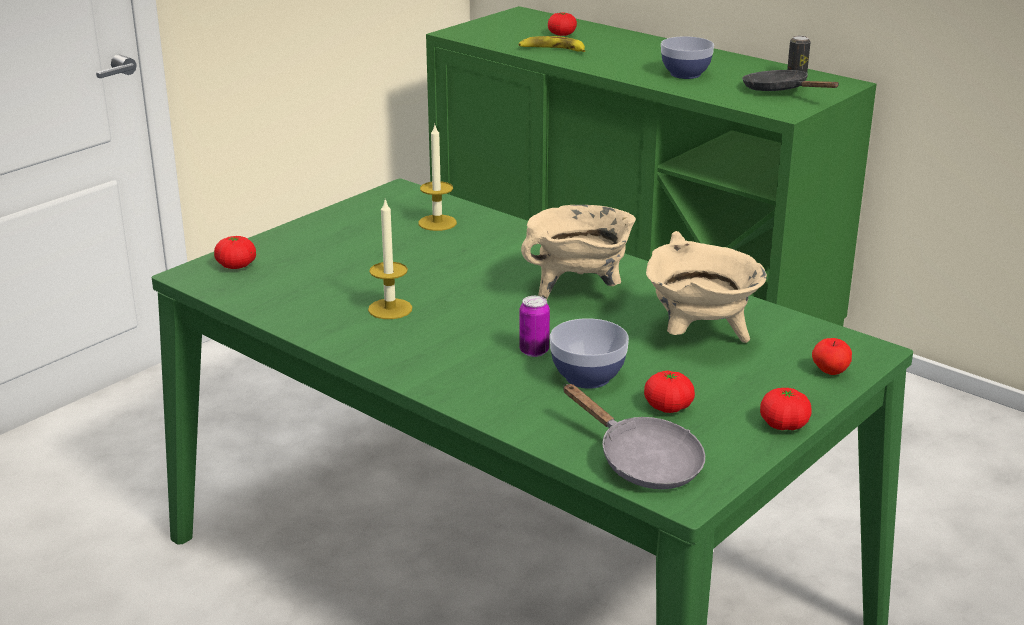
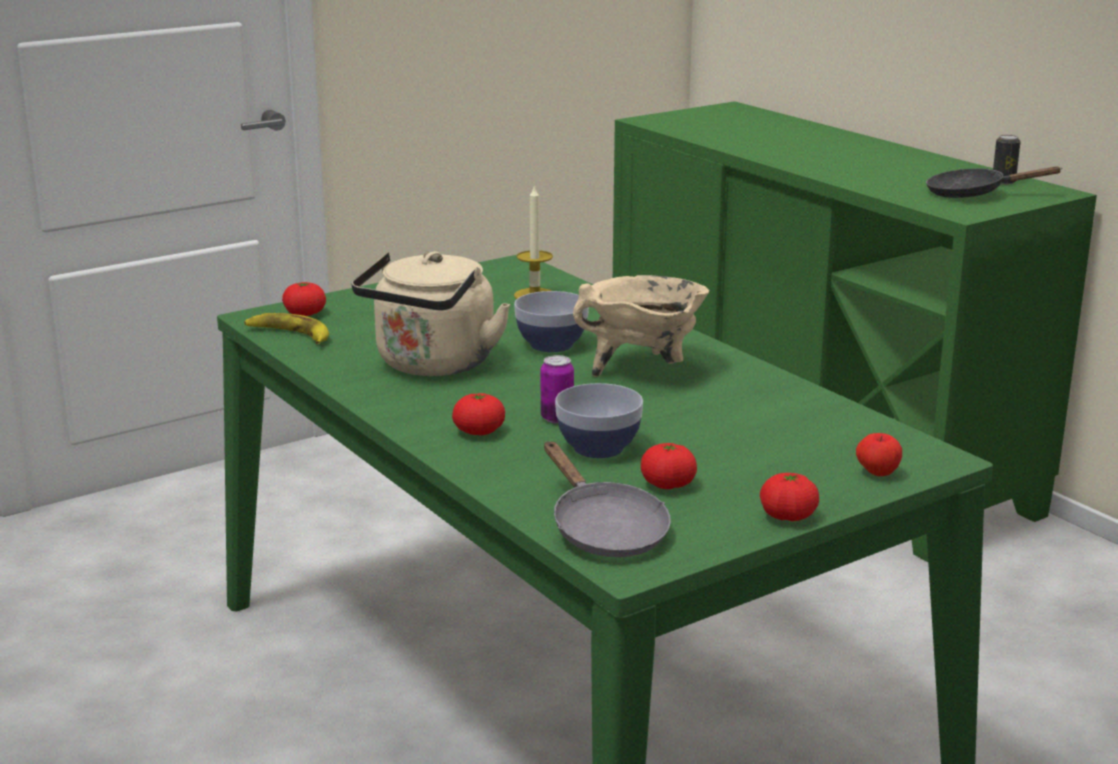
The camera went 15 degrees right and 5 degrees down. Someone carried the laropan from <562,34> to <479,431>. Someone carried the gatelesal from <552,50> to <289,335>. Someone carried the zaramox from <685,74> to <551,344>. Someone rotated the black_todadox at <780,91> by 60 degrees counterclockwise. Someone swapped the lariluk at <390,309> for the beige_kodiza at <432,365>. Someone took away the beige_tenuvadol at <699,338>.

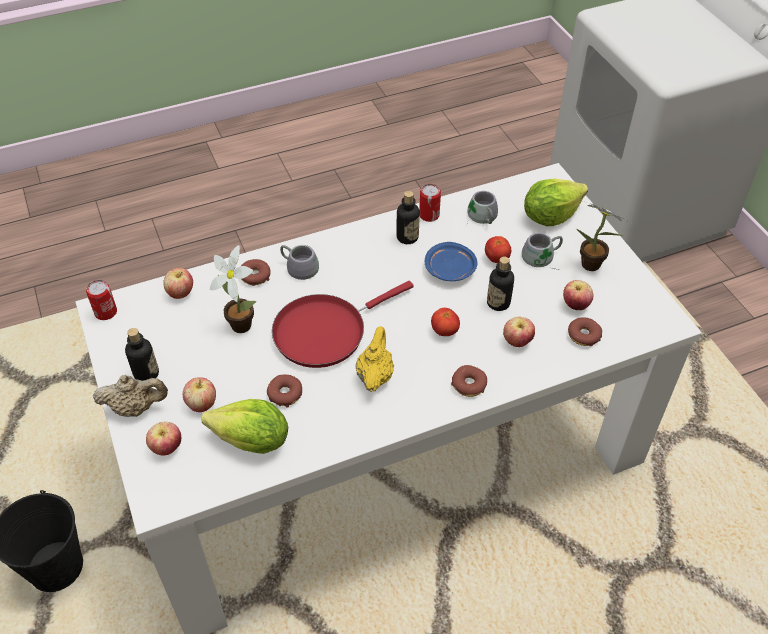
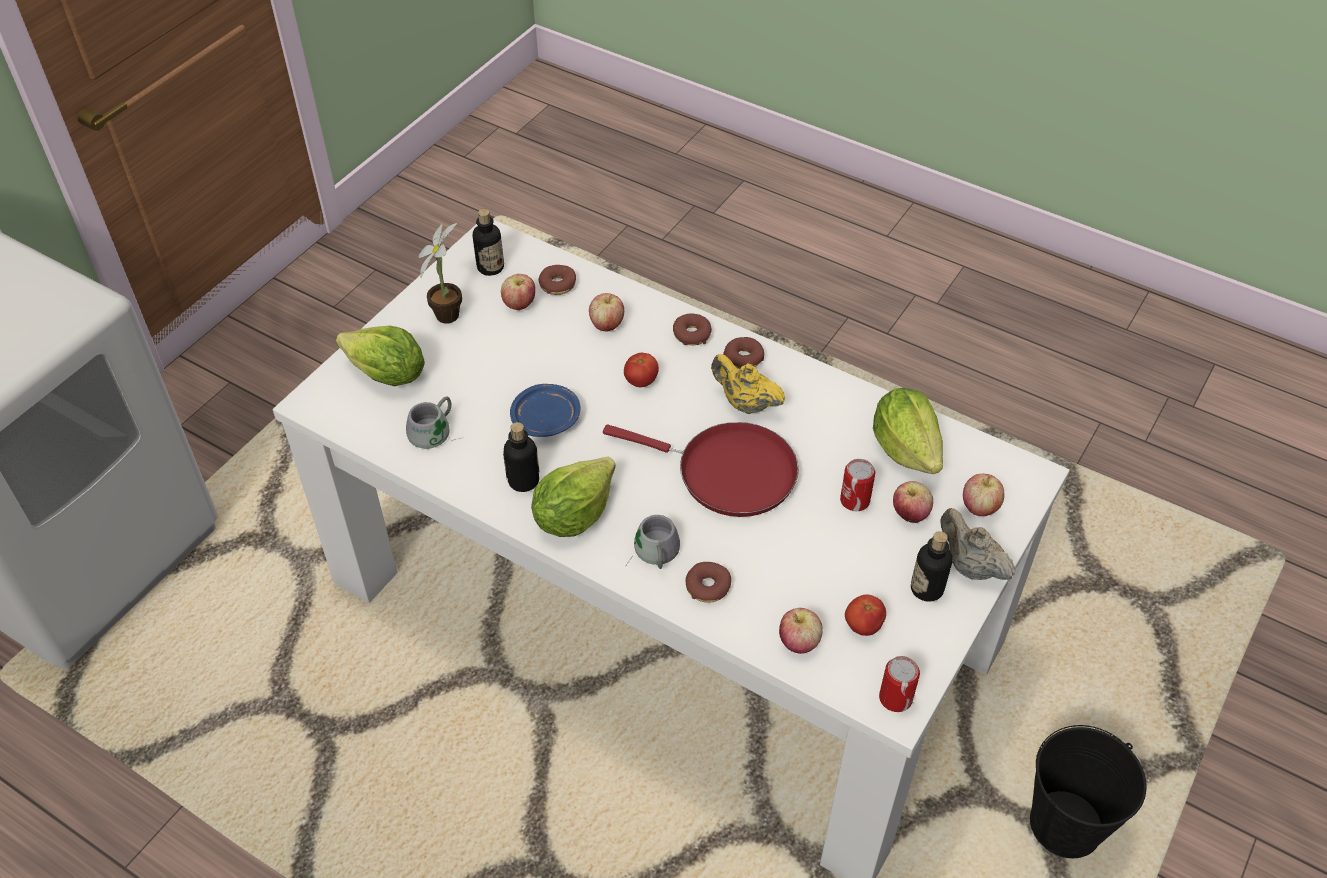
The camera went 125 degrees left and 0 degrees up. Someone carried the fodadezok from <429,215> to <855,500>. Someone took away the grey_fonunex at <542,258>. Someone carried the laropan from <496,258> to <863,626>. Someone took away the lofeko at <240,323>. Someone carried the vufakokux from <498,303> to <490,267>. Someone rotated the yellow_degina at <375,375> by 60 degrees clockwise. Someone carried the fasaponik from <285,394> to <743,358>. Someone put down the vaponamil at <573,515>.

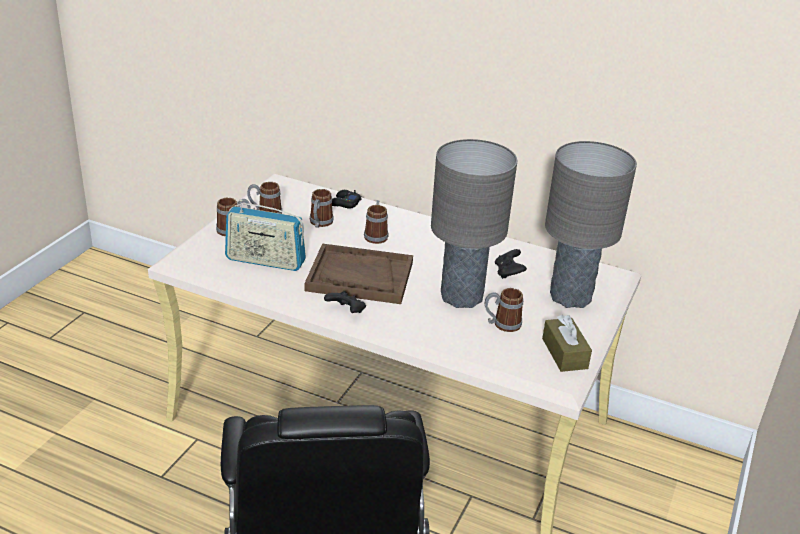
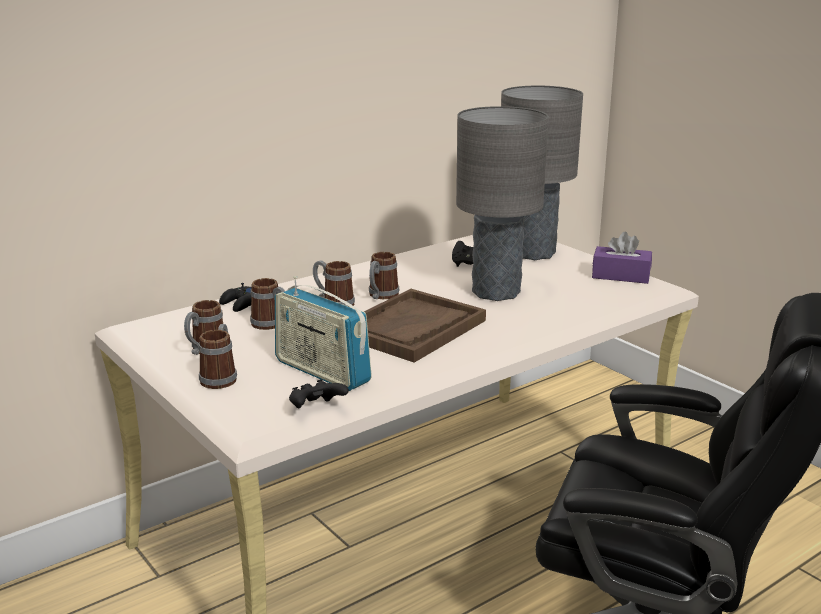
The camera went 60 degrees left and 10 degrees down. Someone rotated the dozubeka at <265,261> by 90 degrees clockwise. Someone carried the fonunex from <501,324> to <381,296>. Someone carried the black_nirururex from <346,312> to <317,409>. Someone repainted the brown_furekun at <564,353>, which became the purple_furekun at <621,276>.

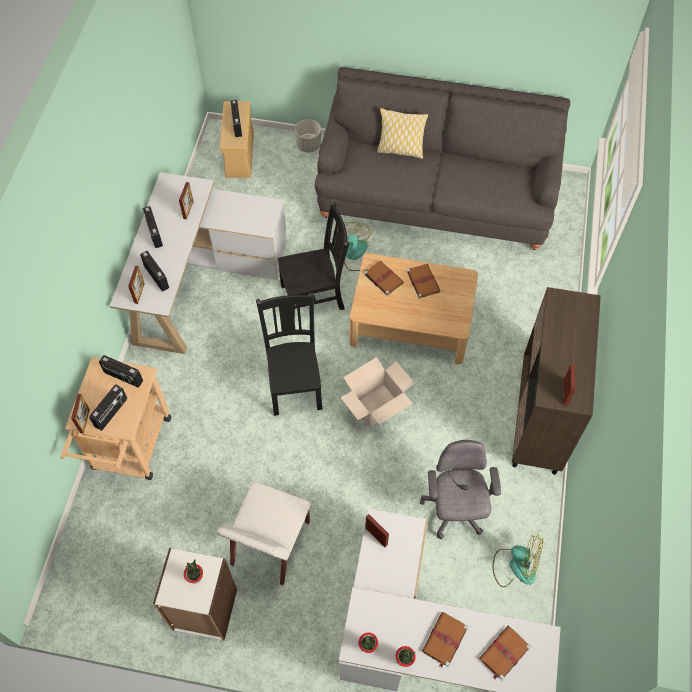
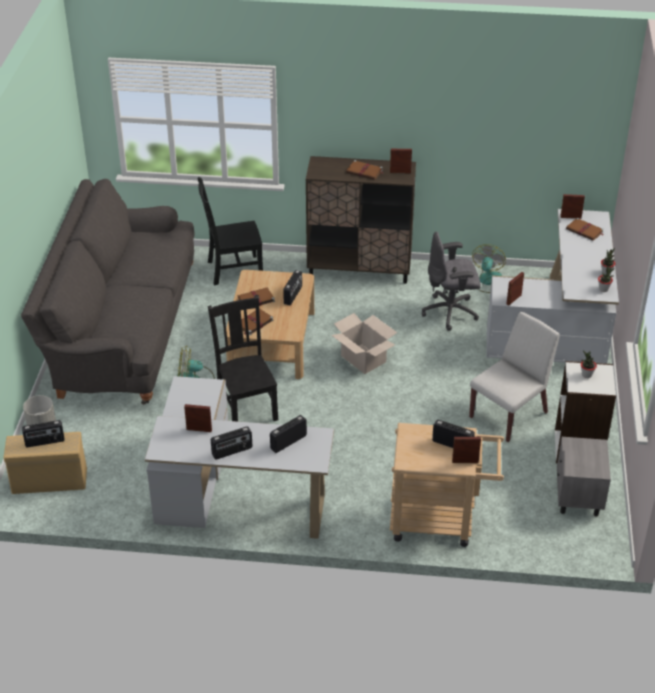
The camera went 95 degrees left and 20 degrees down. Someone took away the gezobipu at <400,150>. Someone carried the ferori from <139,293> to <570,217>. Someone carried the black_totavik from <295,384> to <232,270>. Someone carried the dozubeka from <123,377> to <293,295>. Someone rotated the white_totavik at <270,544> by 60 degrees counterclockwise. Someone carried the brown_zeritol from <444,640> to <365,171>. Someone put down the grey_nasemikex at <578,498>.

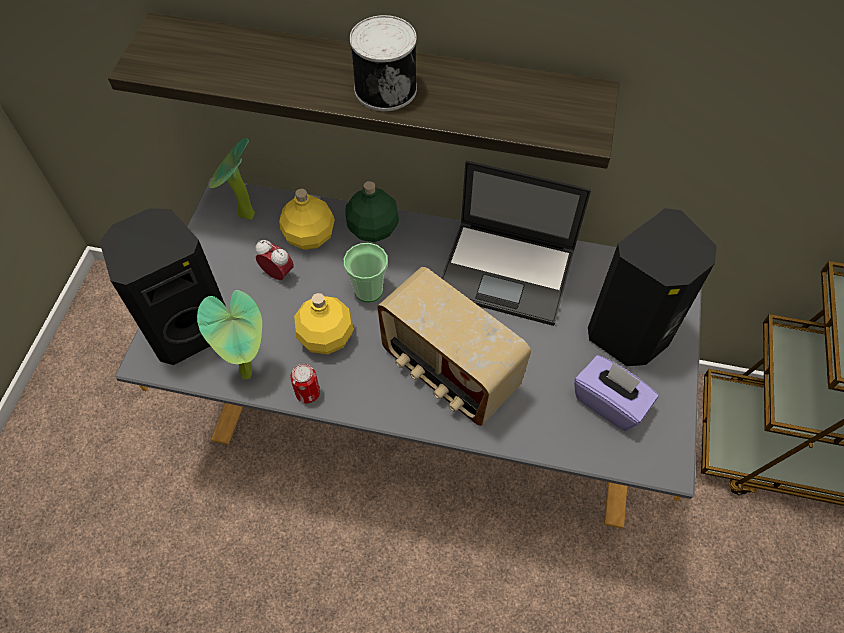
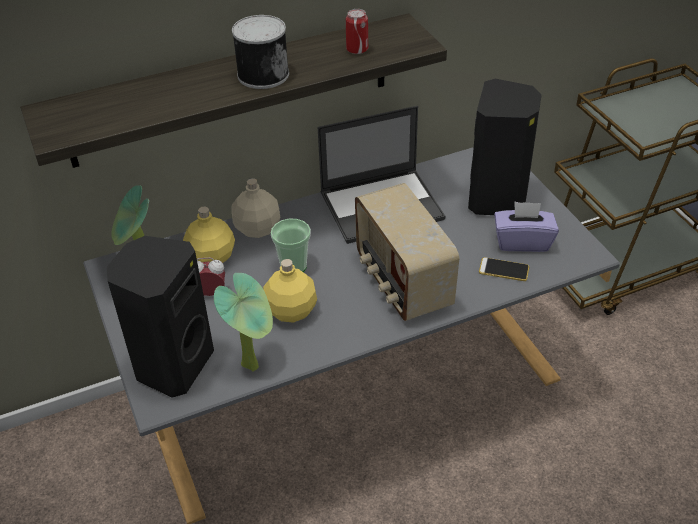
The camera went 35 degrees left and 15 degrees down. Someone repainted the green_vufakokux at <372,229>, which became the beige_vufakokux at <257,229>. Someone rotated the dozubeka at <448,371> by 60 degrees clockwise. Someone carried the fodadezok from <308,393> to <357,50>. Someone put down the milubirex at <504,270>.

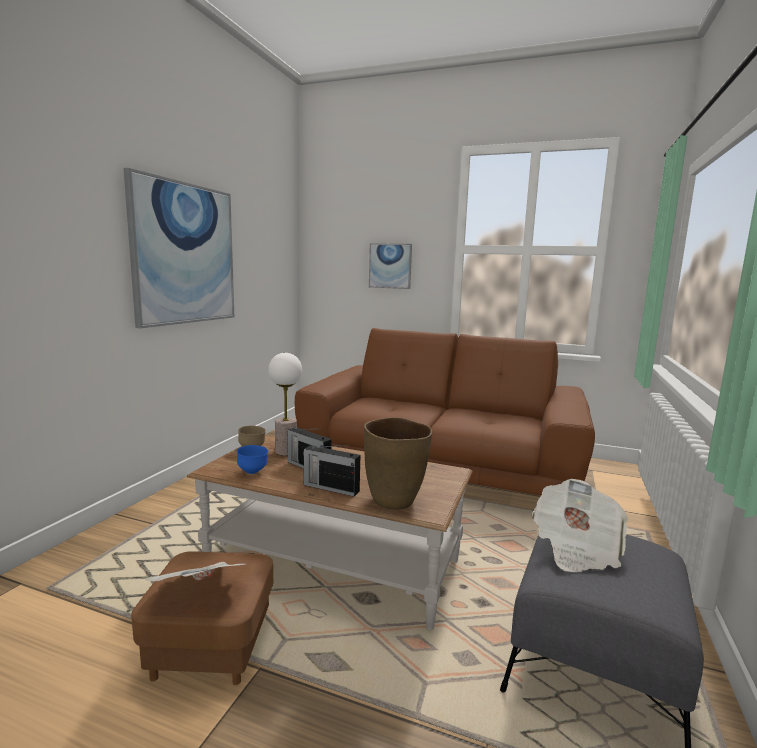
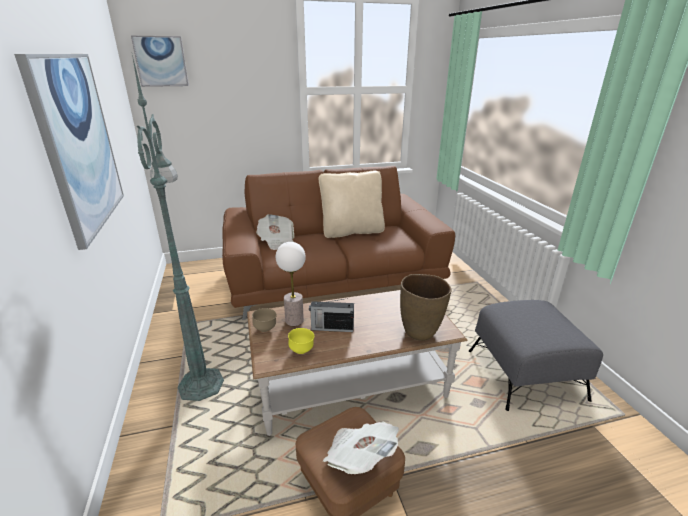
The camera went 35 degrees left and 15 degrees up. Someone carried the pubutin from <390,266> to <161,61>. Someone repainted the blue_zaramox at <253,472>, which became the yellow_zaramox at <302,351>. Someone took away the dozubeka at <330,487>. Someone carried the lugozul from <576,548> to <276,241>. Someone put down the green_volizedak at <201,383>. Someone put down the beige_gezobipu at <352,231>.

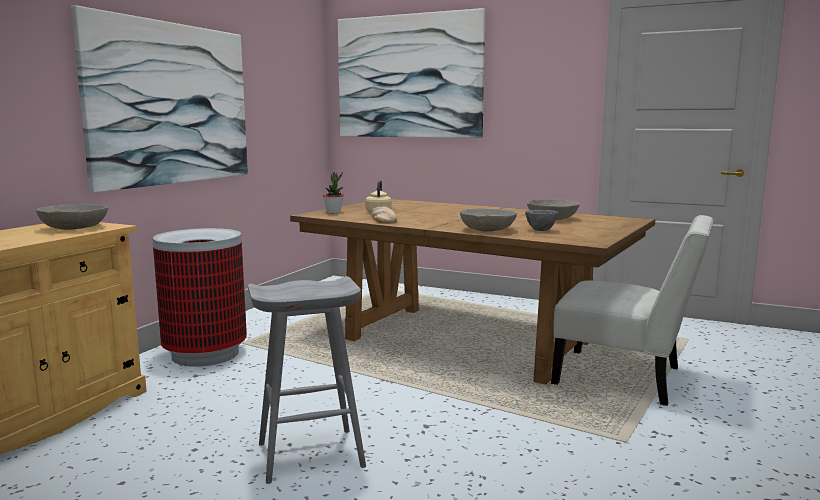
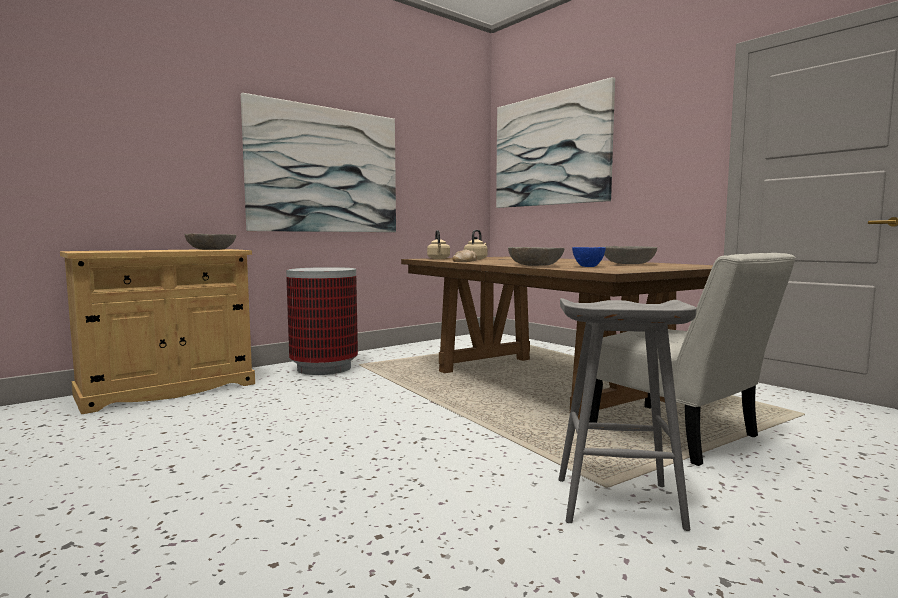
The camera went 25 degrees right and 5 degrees down. Someone swapped the lofeko at <333,213> for the beige_kodiza at <438,258>. Someone repainted the grey_zaramox at <540,230>, which became the blue_zaramox at <587,266>. Someone carried the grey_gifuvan from <309,456> to <616,503>.

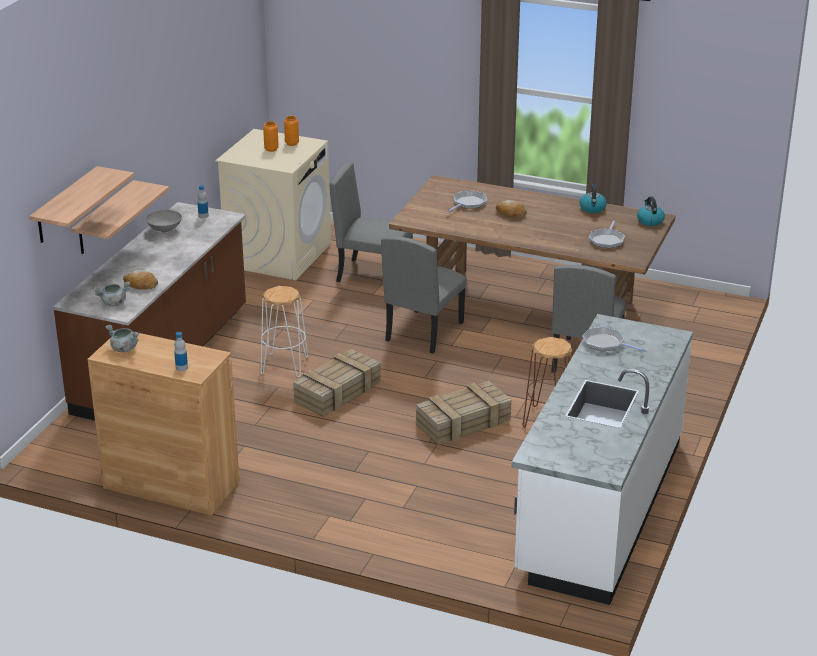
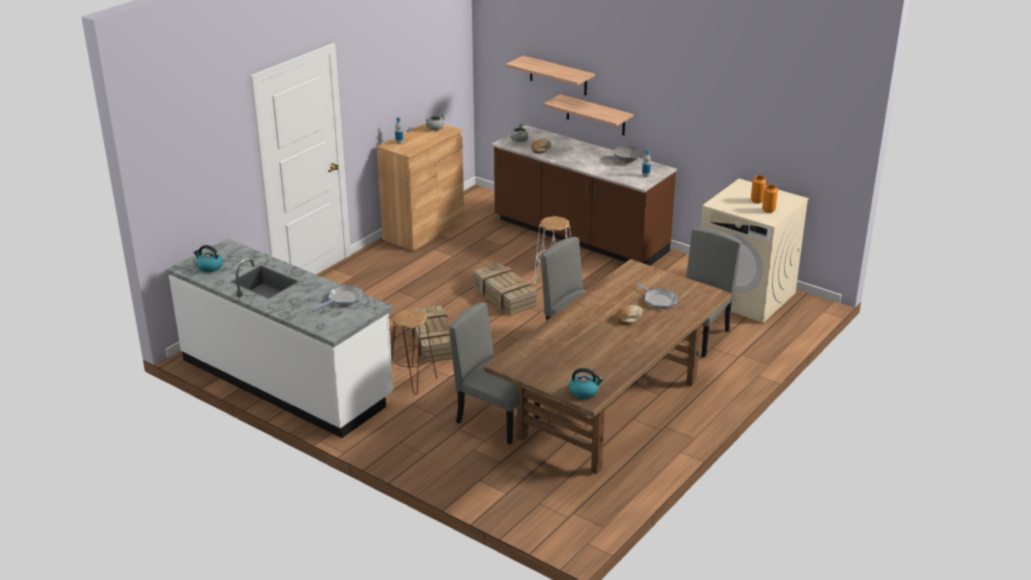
The camera went 105 degrees right and 0 degrees up. Someone carried the kodiza from <592,208> to <209,267>. Someone took away the todadox at <607,240>.

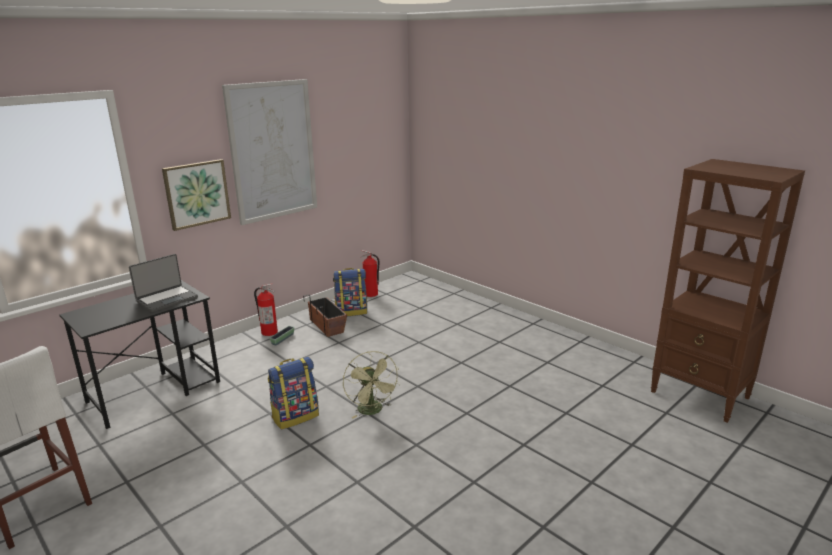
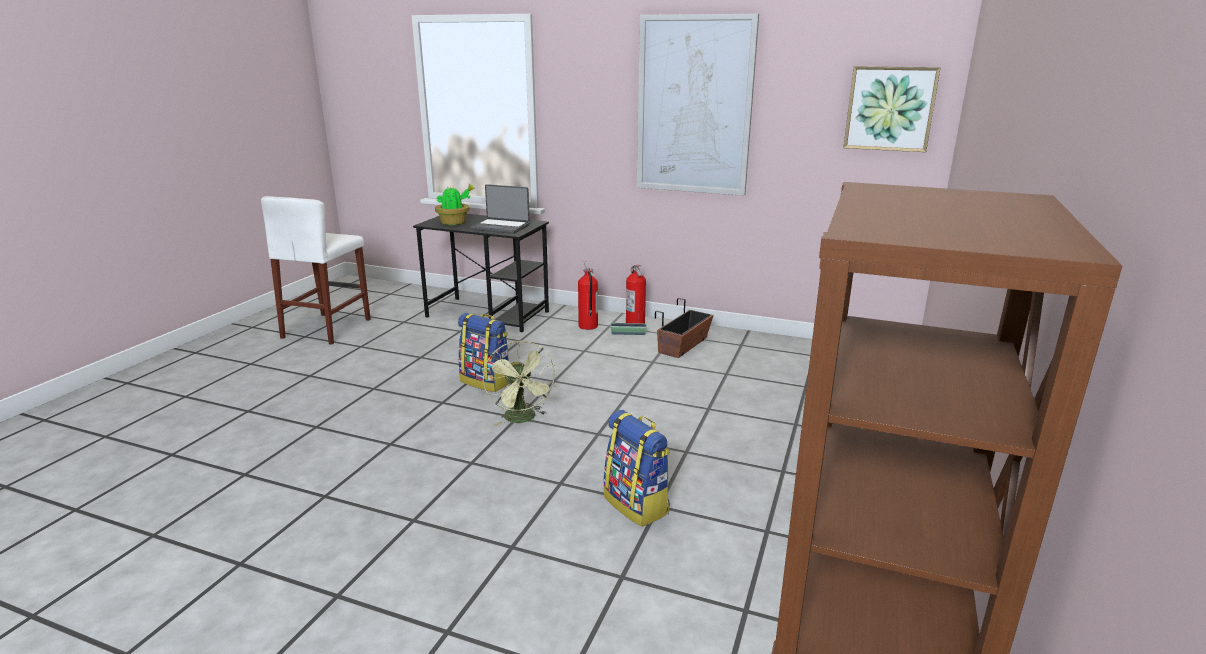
The camera went 65 degrees right and 0 degrees up. Someone carried the pubutin from <197,194> to <890,108>. Someone carried the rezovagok from <371,294> to <587,326>. Someone carried the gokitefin from <351,311> to <637,505>. Someone rotated the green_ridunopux at <373,411> by 60 degrees counterclockwise. Someone put down the lofeko at <455,223>.

